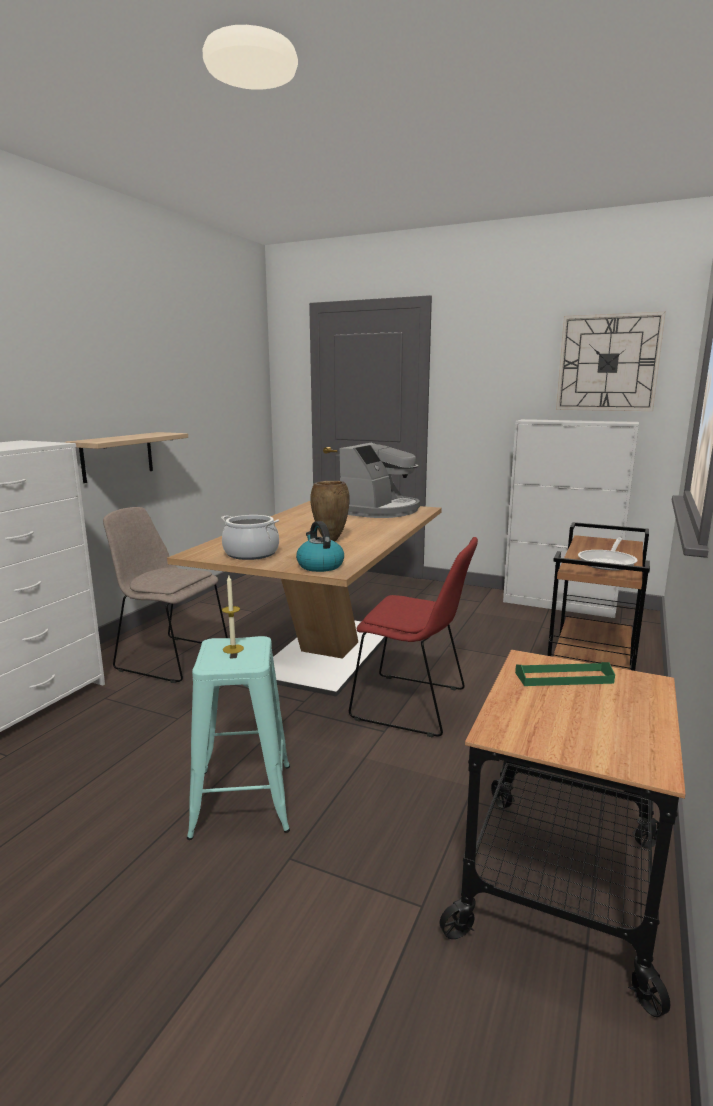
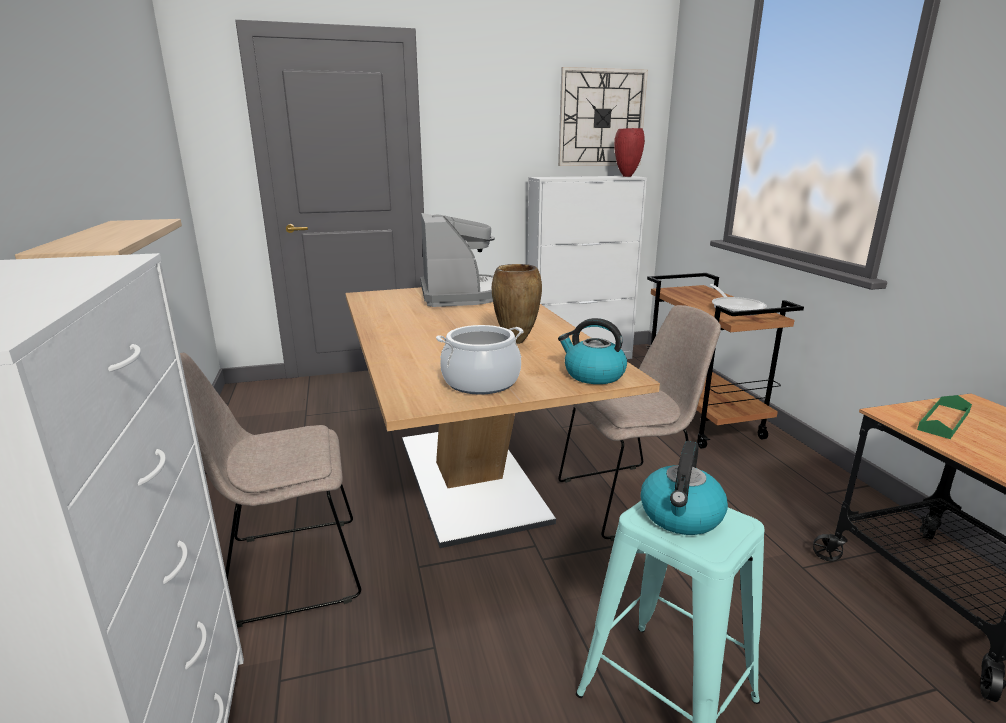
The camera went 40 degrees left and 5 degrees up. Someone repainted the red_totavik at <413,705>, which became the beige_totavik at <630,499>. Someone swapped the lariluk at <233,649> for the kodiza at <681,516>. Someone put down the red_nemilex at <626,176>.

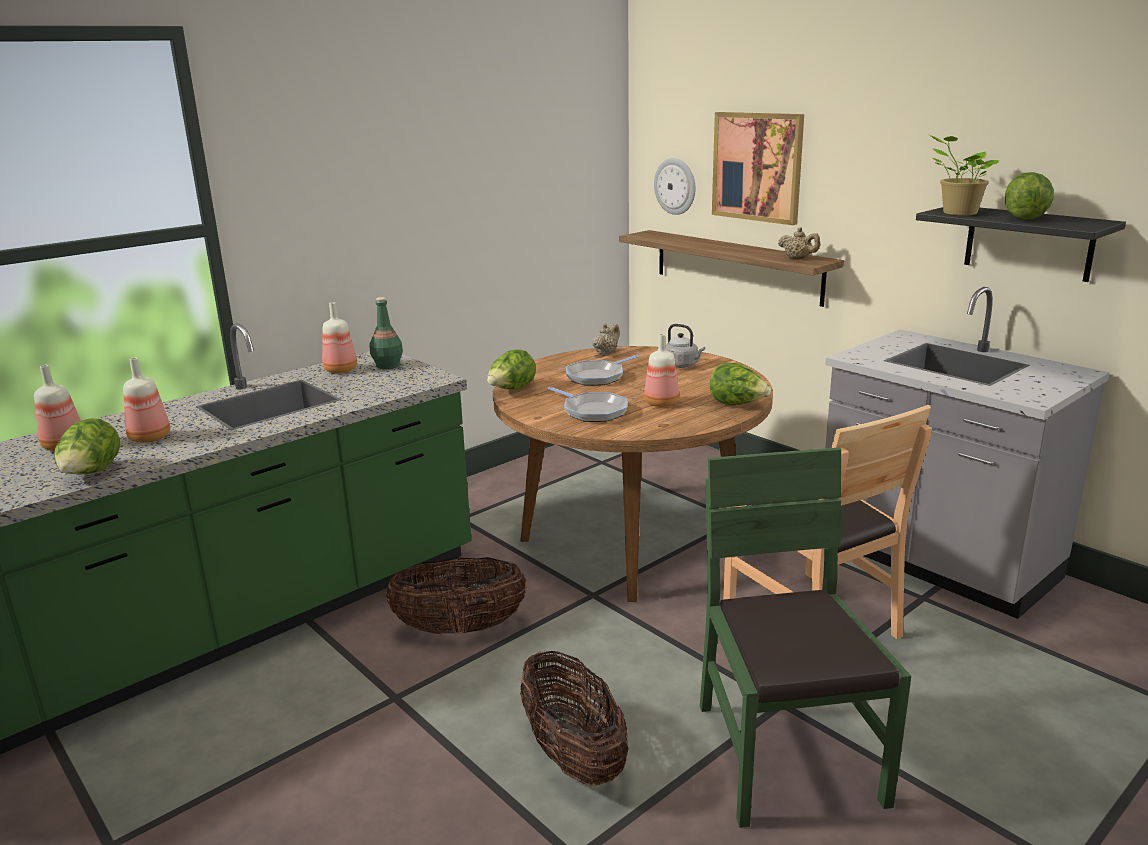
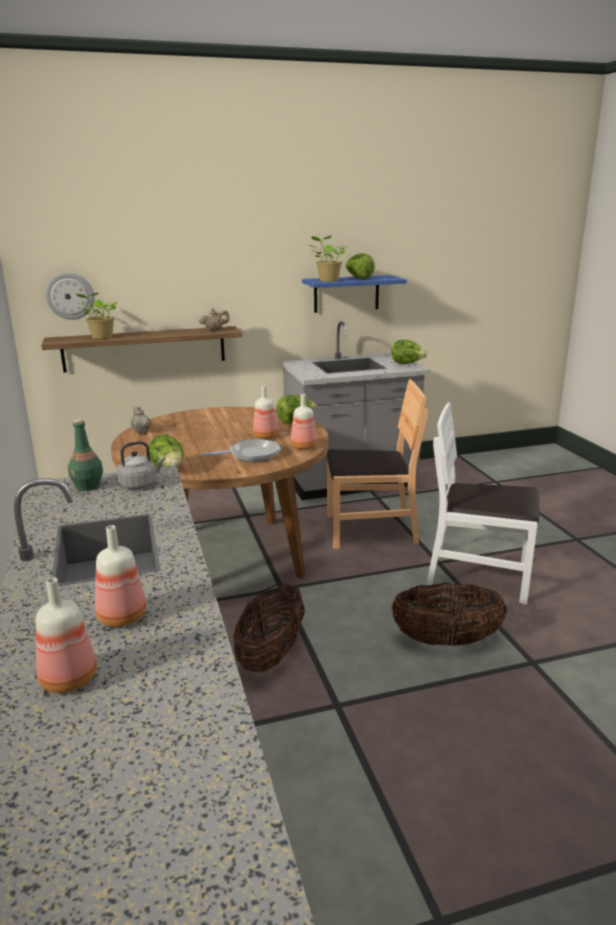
The camera went 65 degrees left and 0 degrees up. Someone took away the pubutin at <757,167>. Someone repainted the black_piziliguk at <1028,243>, which became the blue_piziliguk at <346,294>. Someone carried the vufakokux from <340,370> to <302,446>. Someone carried the grey_kodiza from <682,365> to <140,484>. Someone took away the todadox at <597,377>. Someone carried the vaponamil from <91,474> to <407,364>. Someone repainted the green_totavik at <786,754>, which became the white_totavik at <479,574>. Someone put down the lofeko at <101,338>.

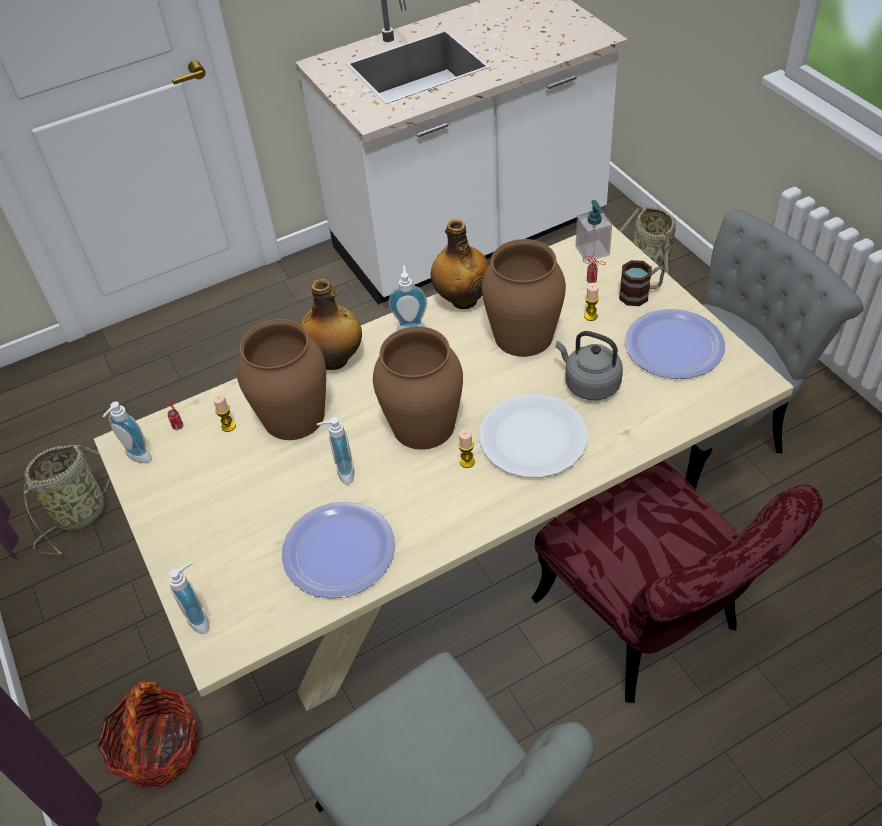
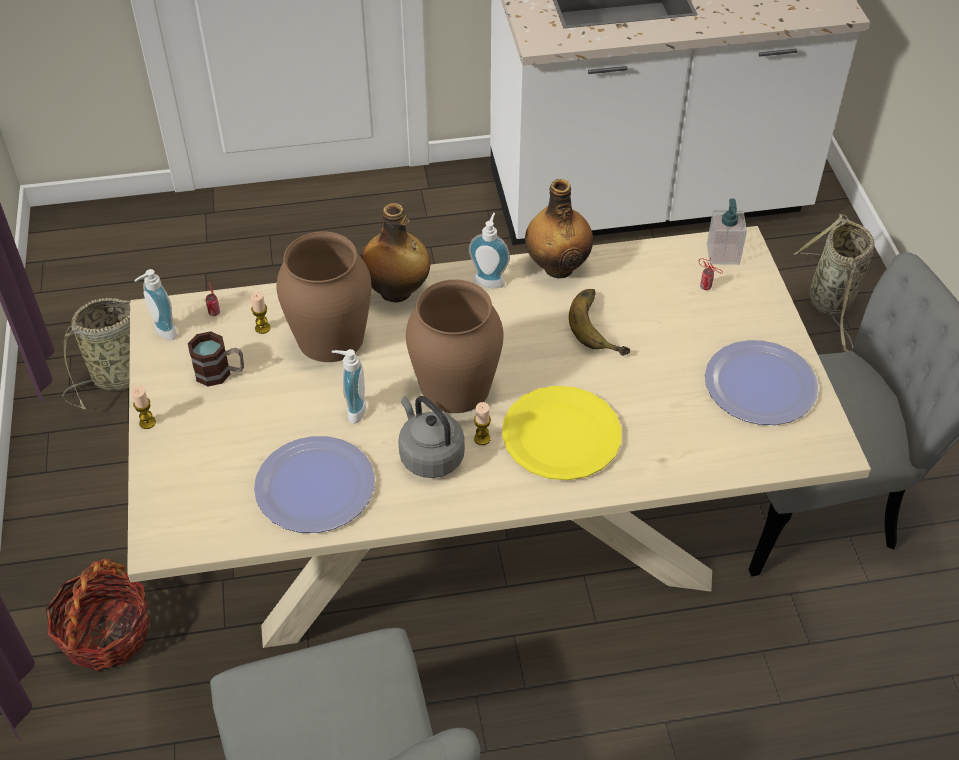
The camera went 15 degrees right and 0 degrees up. Someone swapped the brown_nemilex at <523,336> for the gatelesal at <602,325>. Someone carried the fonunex from <640,294> to <220,373>. Someone carried the lariluk from <590,316> to <147,422>. Someone carried the grey_kodiza from <589,384> to <429,455>. Someone repainted the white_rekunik at <533,437>, which became the yellow_rekunik at <562,435>. Someone took away the red_totavik at <650,627>. Someone took away the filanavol at <201,618>.

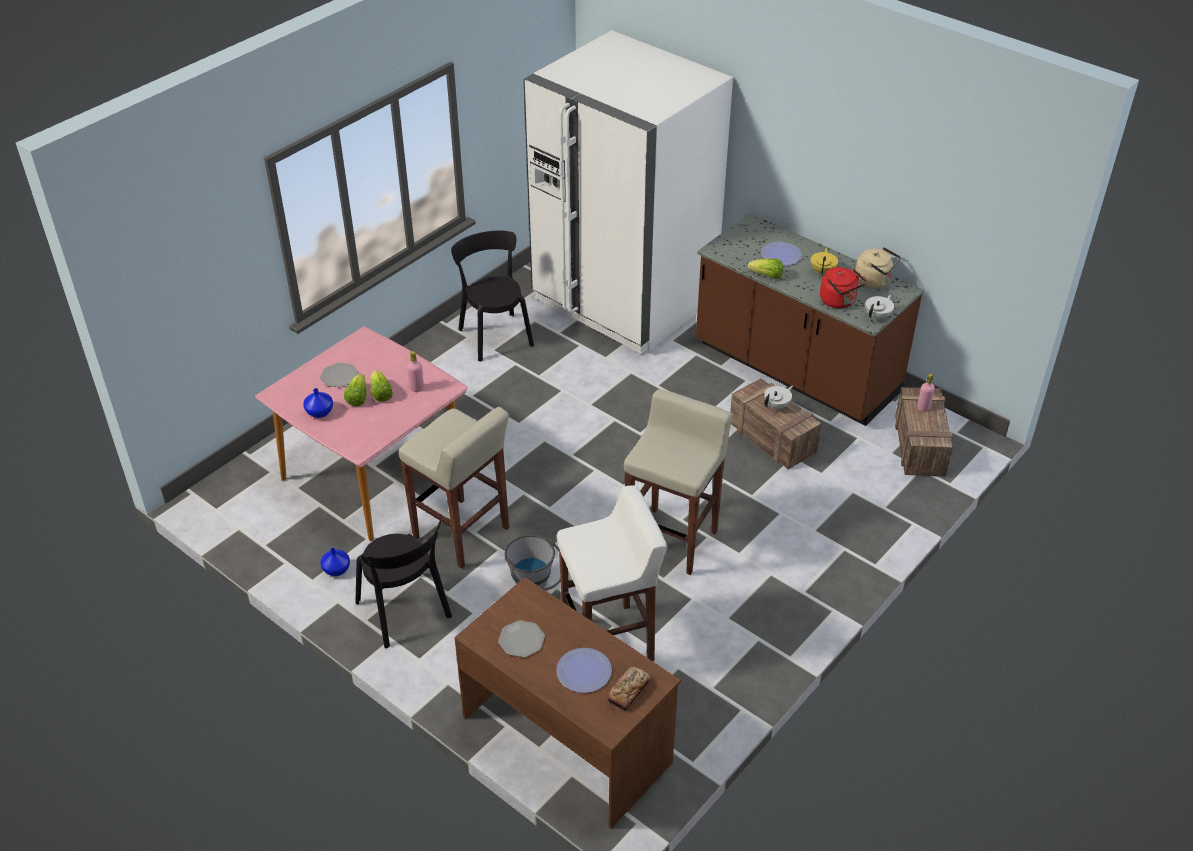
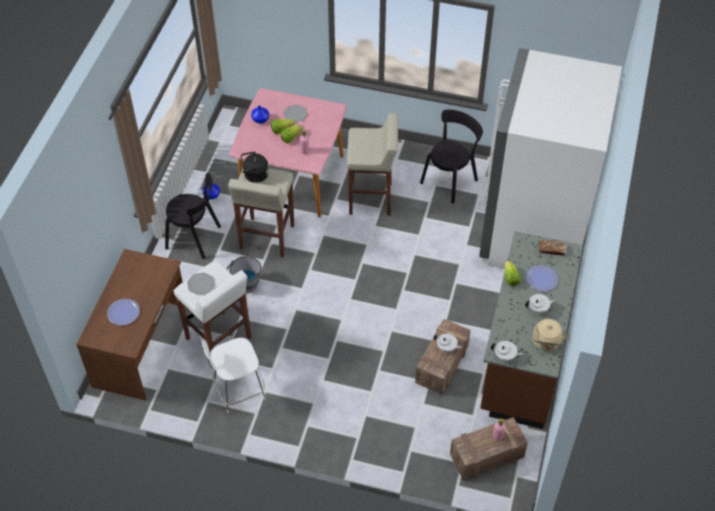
The camera went 65 degrees right and 10 degrees up. Someone repainted the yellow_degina at <823,271>, which became the white_degina at <538,309>. Someone took away the red_kodiza at <839,301>. Someone carried the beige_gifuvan from <672,540> to <371,198>. Someone rotated the black_totavik at <405,612> by 105 degrees counterclockwise. Someone carried the rekunik from <521,640> to <200,284>. Someone carried the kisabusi from <628,691> to <552,249>. Someone put down the black_kodiza at <254,175>. Someone put down the white_totavik at <237,390>.

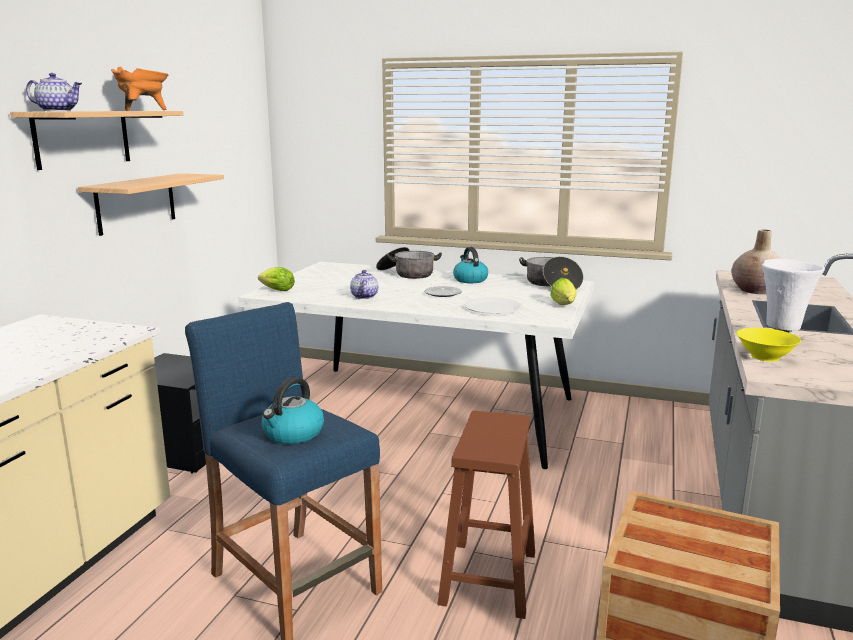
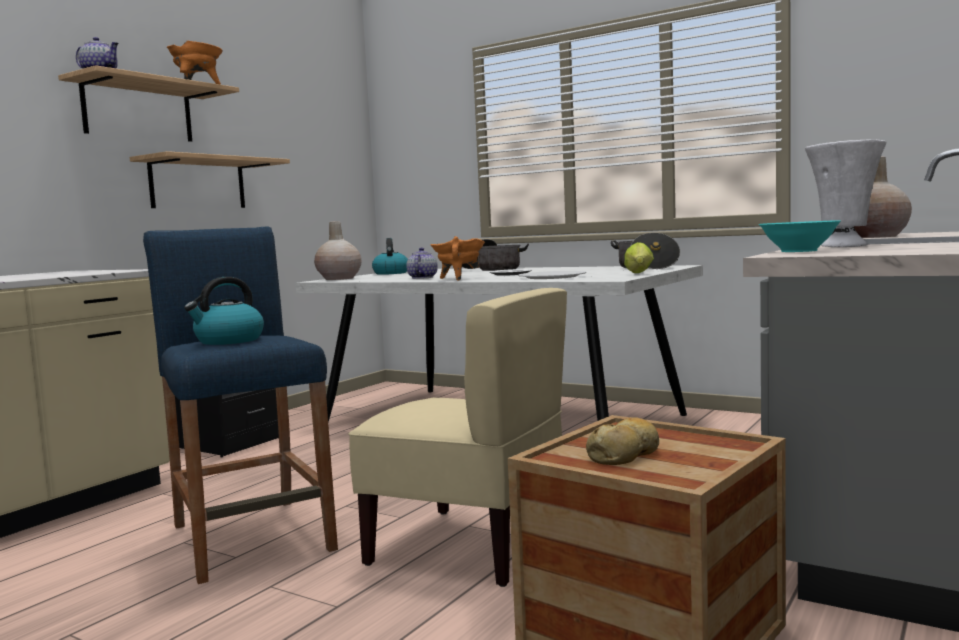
The camera went 15 degrees right and 10 degrees down. Someone carried the kodiza from <470,280> to <391,273>. Someone swapped the vaponamil at <275,290> for the beige_nemilex at <338,279>. Someone repainted the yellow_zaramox at <765,357>, which became the turquoise_zaramox at <799,251>. Someone swapped the brown_gifuvan at <489,579> for the beige_totavik at <468,547>. Someone put down the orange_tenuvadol at <458,279>. Someone put down the kisabusi at <625,454>.

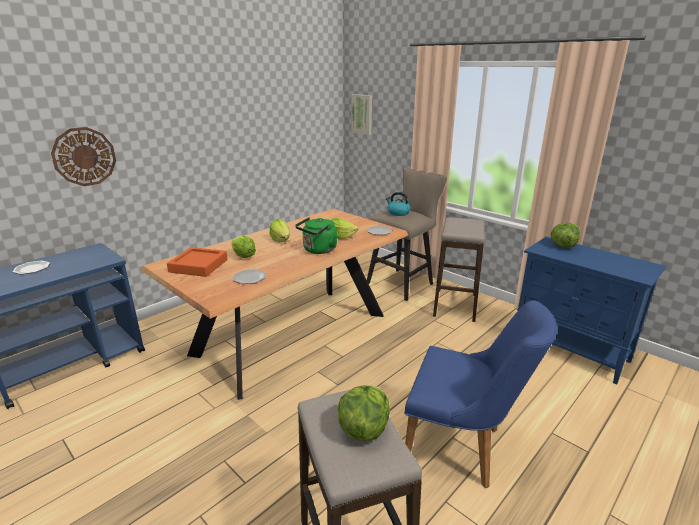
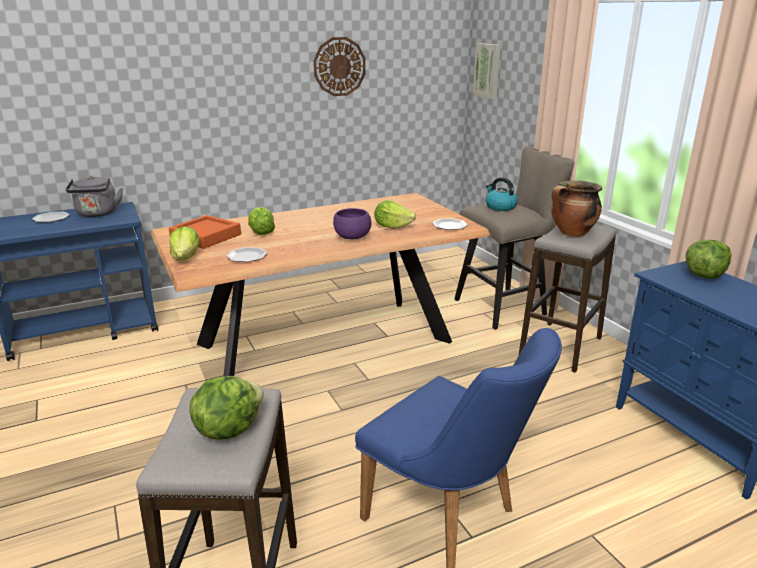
The camera went 20 degrees right and 0 degrees up. Someone carried the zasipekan from <84,156> to <339,66>. Someone swapped the green_kodiza at <318,250> for the purple_zaramox at <352,238>. Someone carried the vaponamil from <281,240> to <186,258>. Someone put down the grey_kodiza at <97,214>. Someone put down the tenuvadol at <572,233>.

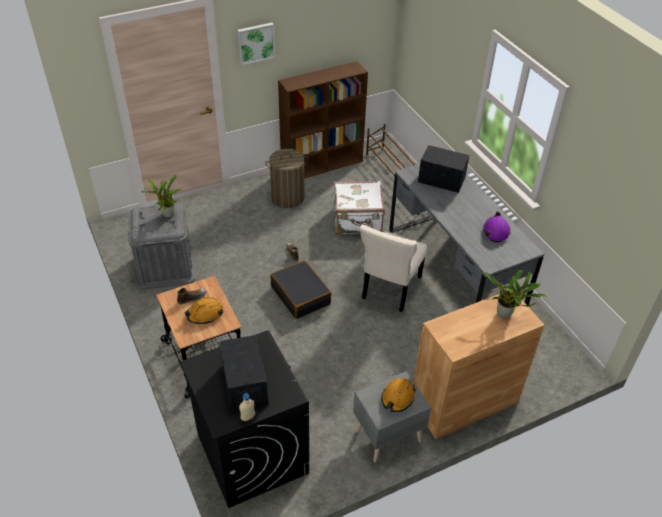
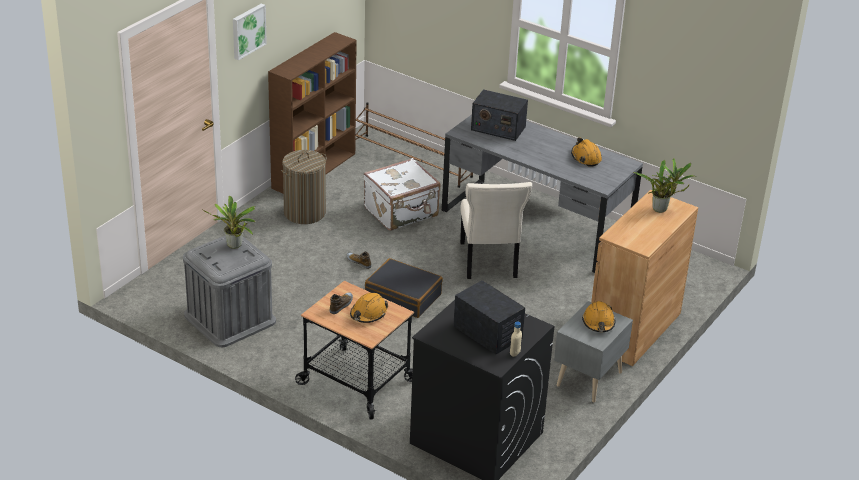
The camera went 30 degrees left and 10 degrees down. Someone rotated the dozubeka at <442,179> by 150 degrees counterclockwise. Someone repainted the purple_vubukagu at <496,231>, which became the orange_vubukagu at <586,157>.

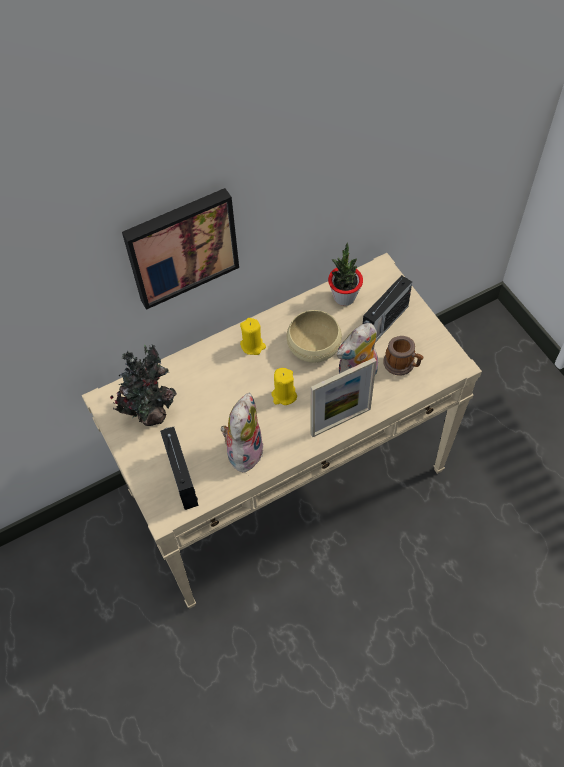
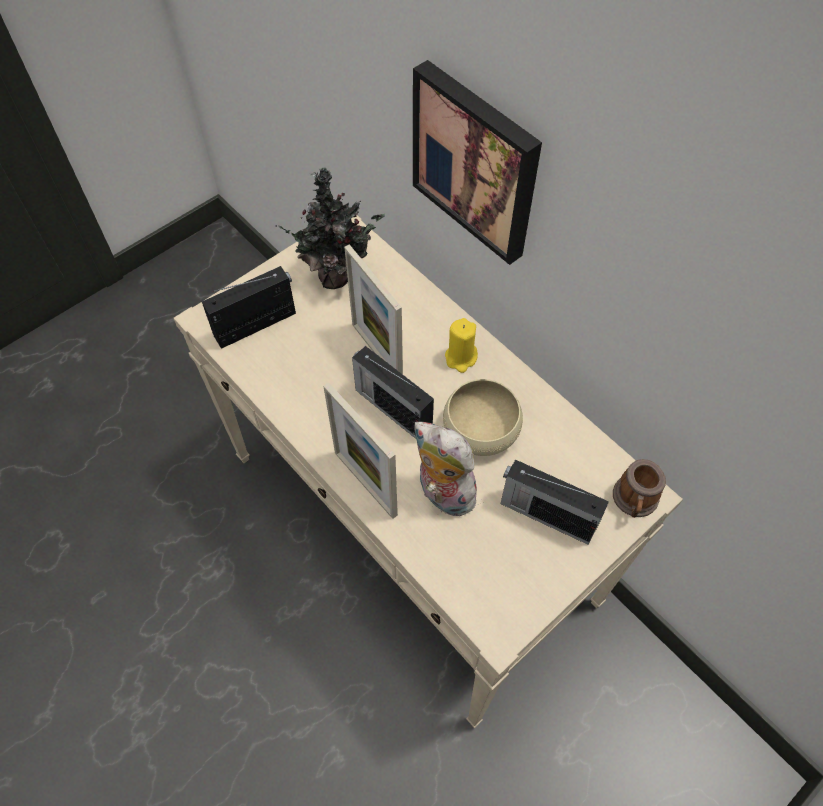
The camera went 75 degrees right and 0 degrees up. Someone took away the lofeko at <344,297>. Someone carried the fonunex from <402,364> to <634,501>. Someone swapped the yellow_lariluk at <284,395> for the dozubeka at <392,408>. Someone took away the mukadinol at <243,450>. Someone put down the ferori at <377,352>.

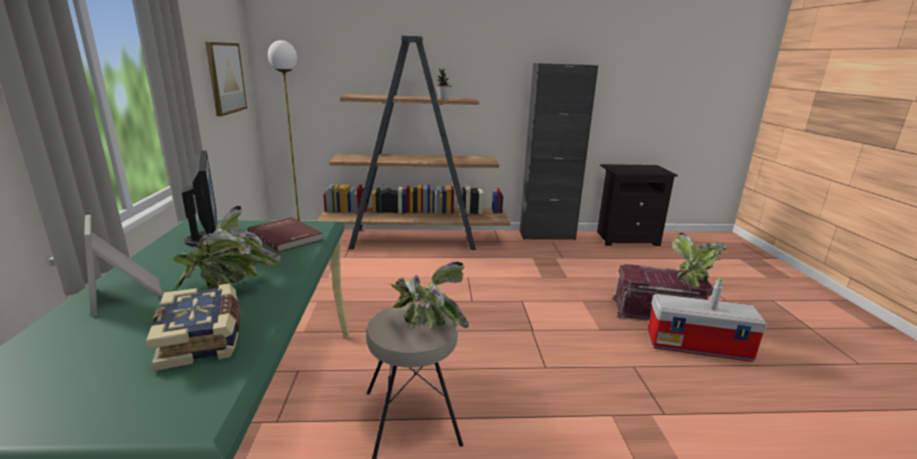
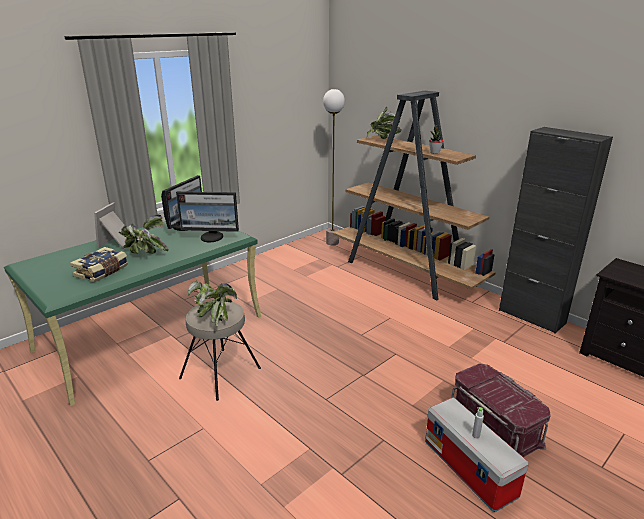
The camera went 50 degrees right and 5 degrees up. Someone took away the pubutin at <225,78>. Someone swapped the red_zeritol at <286,236> for the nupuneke at <212,237>. Someone carried the lofeko from <693,279> to <383,140>.

